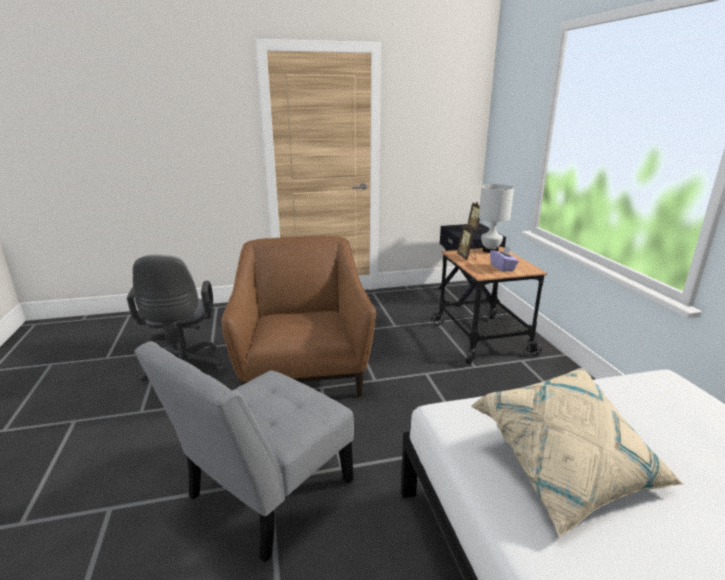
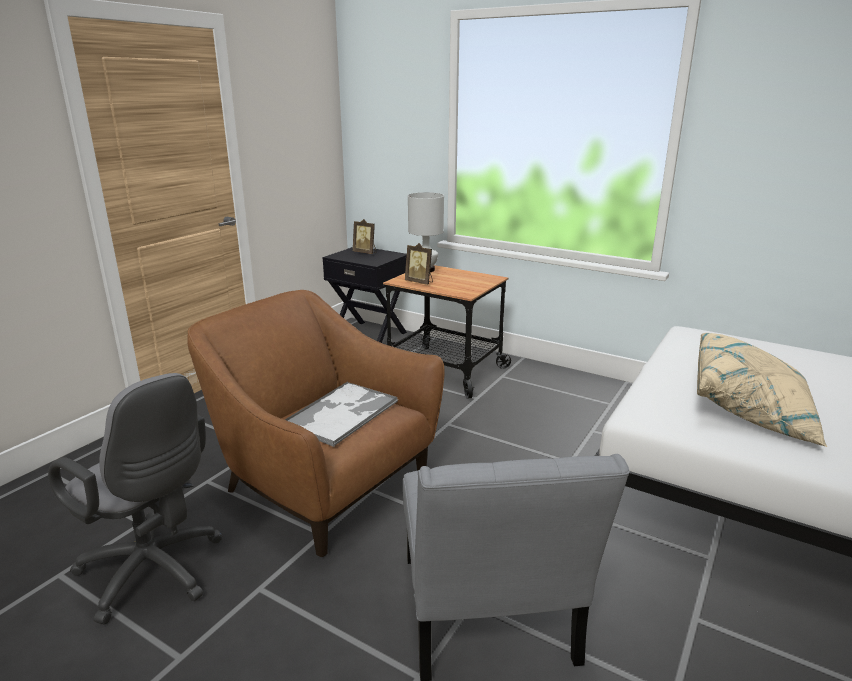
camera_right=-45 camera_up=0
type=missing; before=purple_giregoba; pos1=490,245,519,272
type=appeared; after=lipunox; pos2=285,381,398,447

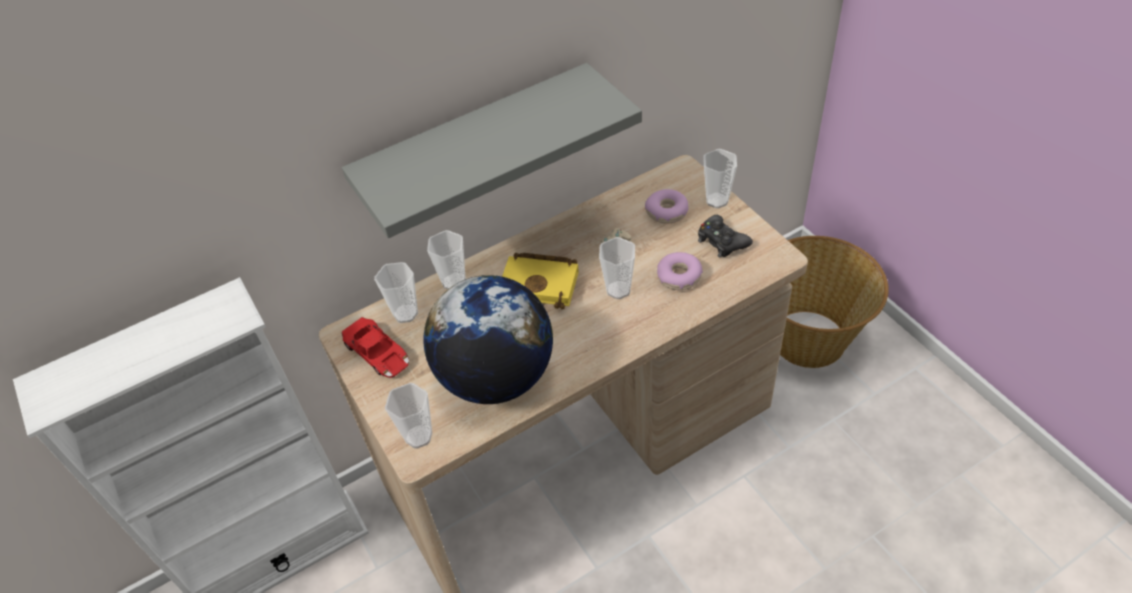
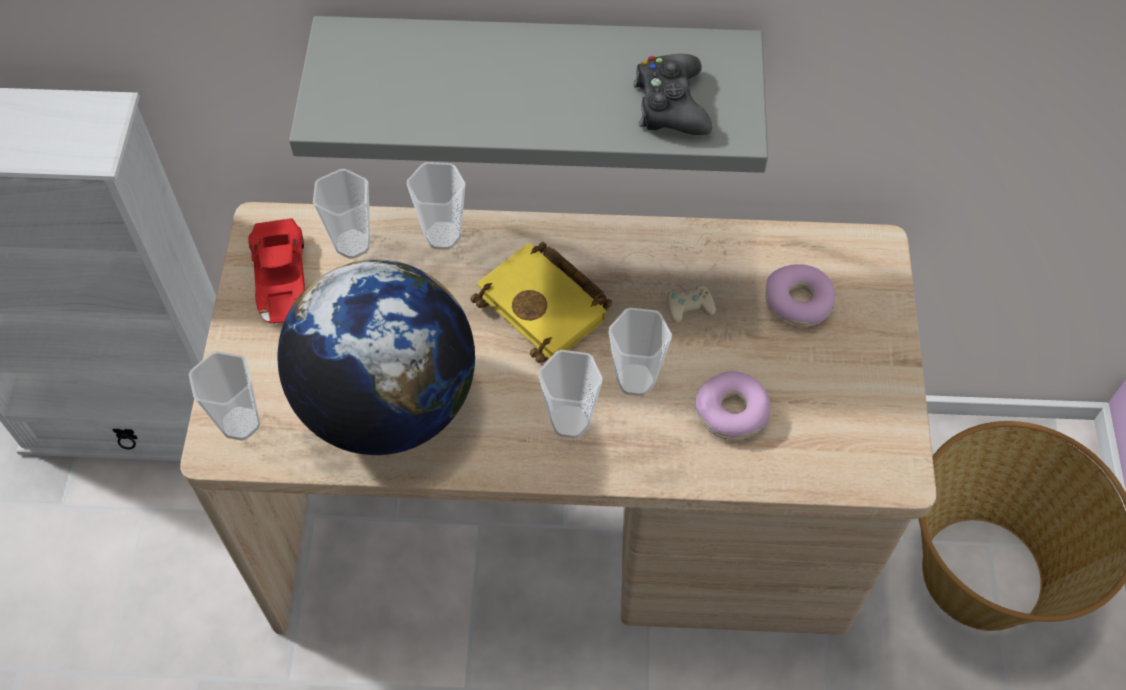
camera_right=30 camera_up=10
type=relocated; before=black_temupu; pos1=698,215,753,258; pos2=633,54,712,135
type=relocated; before=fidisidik; pos1=703,149,737,208; pos2=538,350,603,439

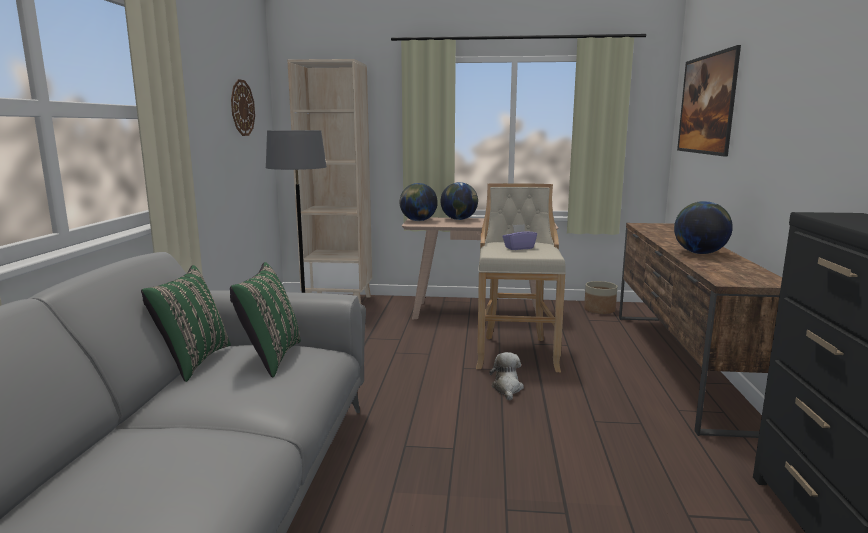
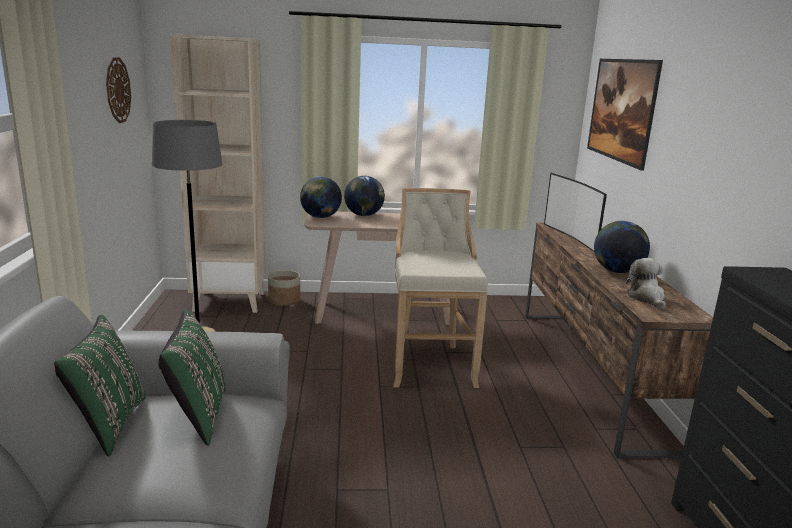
camera_right=-10 camera_up=5
type=relocated; before=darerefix; pos1=489,352,524,401; pos2=626,258,666,309
type=missing; before=purple_giregoba; pos1=503,224,537,250
type=relocated; before=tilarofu; pos1=584,281,617,314; pos2=268,270,300,306
type=appeared; after=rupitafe; pos2=544,173,607,252

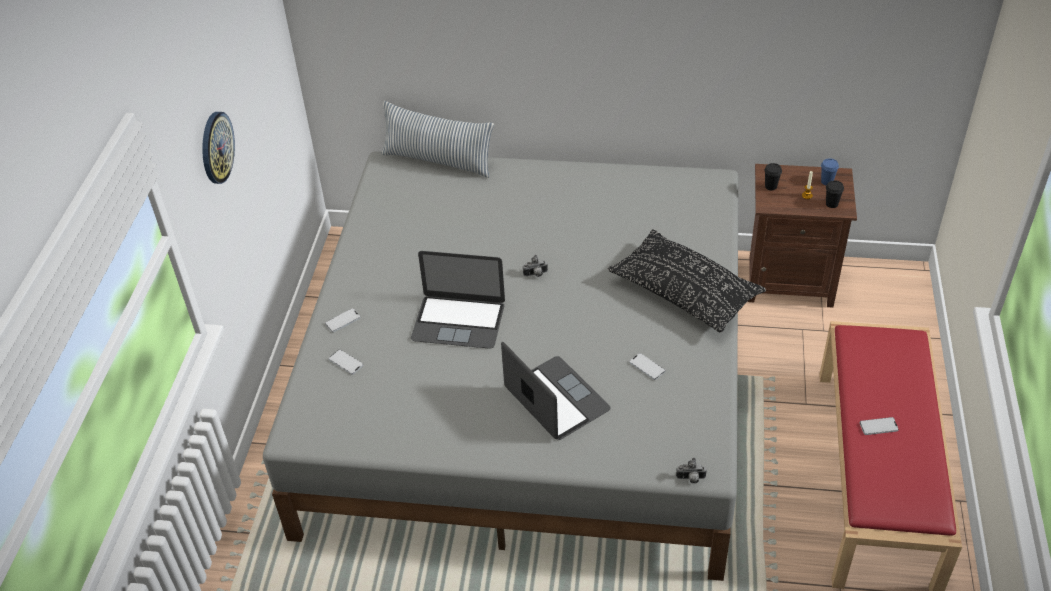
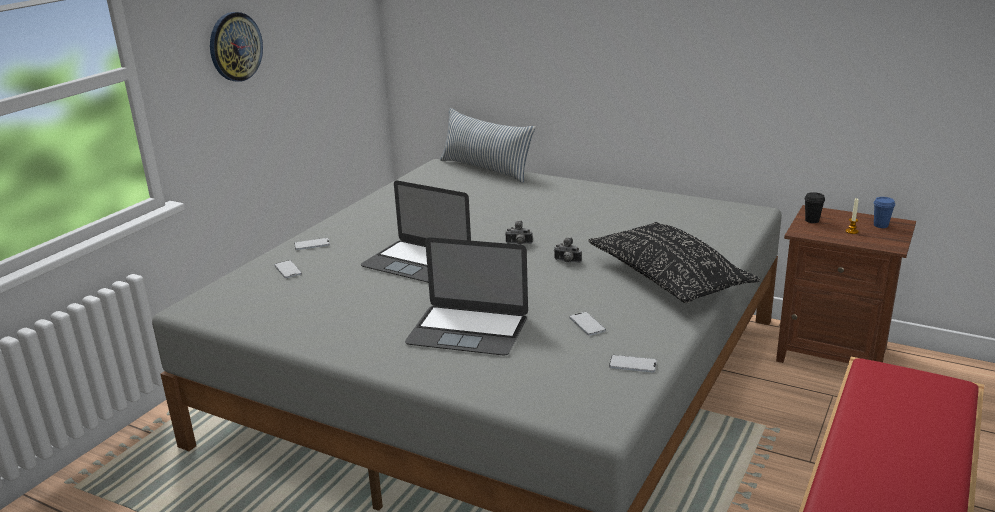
camera_right=20 camera_up=-20
type=spun; before=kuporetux; pos1=501,342,611,440; pos2=405,237,528,356; turn=120
type=relocated; before=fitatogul; pos1=676,458,707,484; pos2=554,238,582,263
type=missing; before=black_fidisidik; pos1=826,180,844,208
type=relocated; before=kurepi; pos1=860,417,899,435; pos2=609,355,657,372

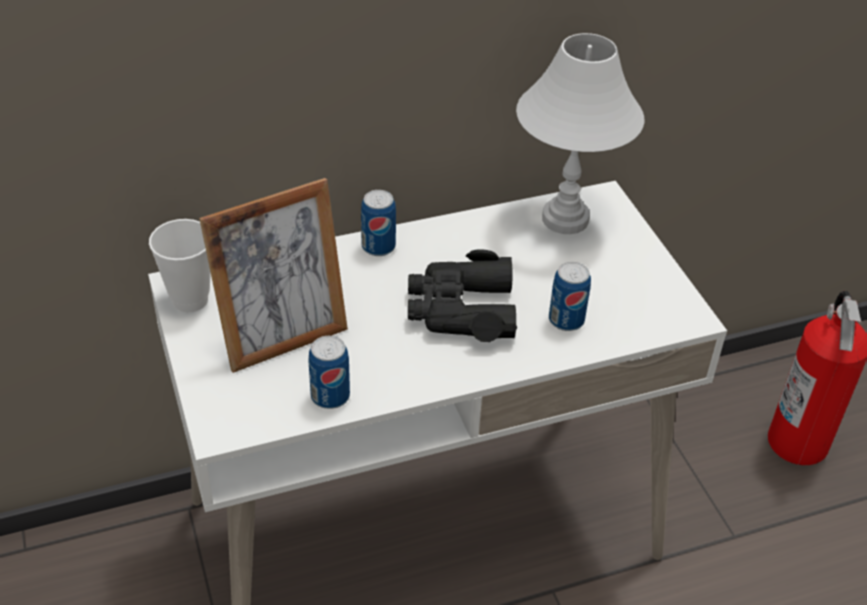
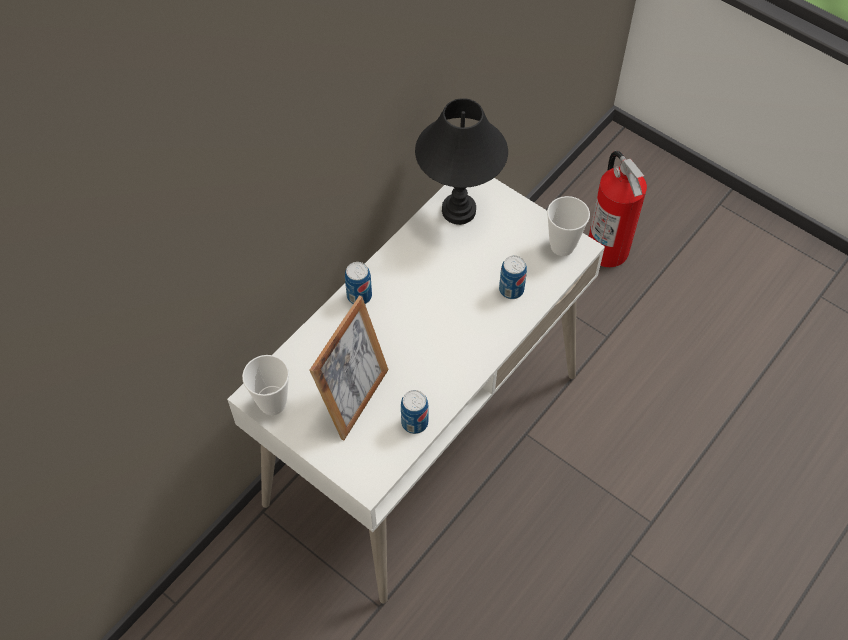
camera_right=-30 camera_up=15
type=missing; before=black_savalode; pos1=408,249,517,342
type=colour; before=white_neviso; after=black_neviso; pos1=516,33,644,234; pos2=415,98,508,225
type=appeared; after=fidisidik; pos2=547,196,590,256

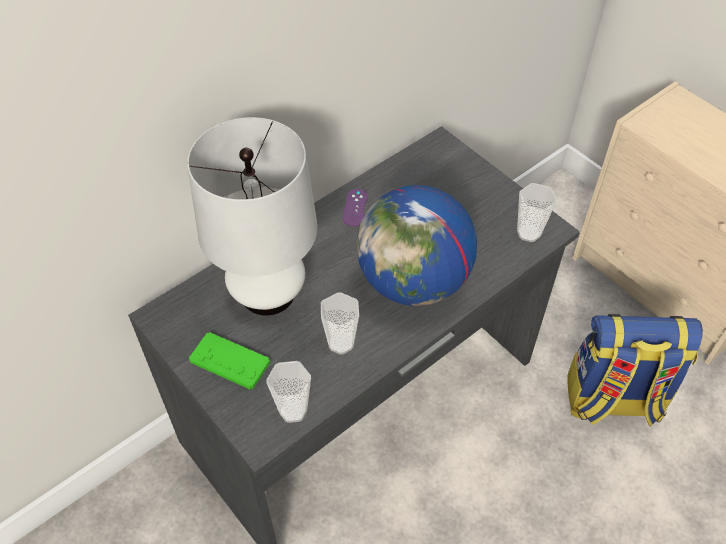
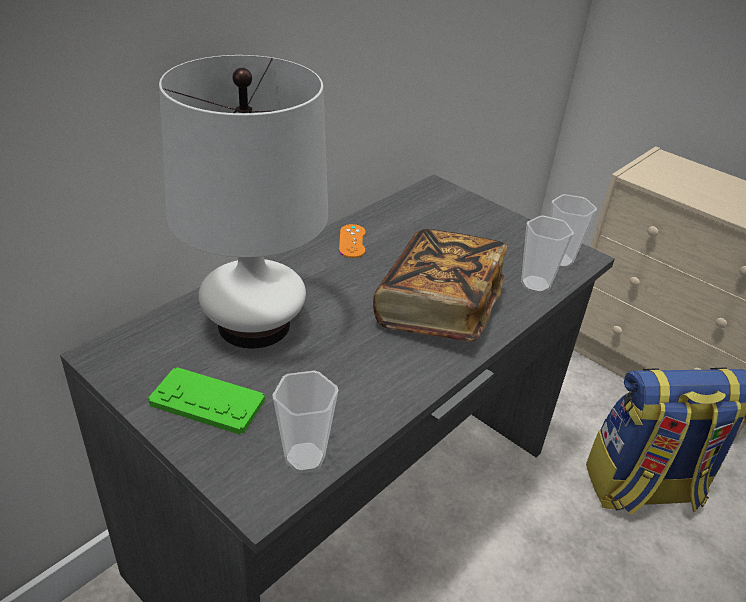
camera_right=-10 camera_up=-15
type=relocated; before=fidisidik; pos1=321,292,359,355; pos2=521,216,574,293
type=colour; before=purple_temupu; after=orange_temupu; pos1=343,189,368,226; pos2=339,224,366,258
type=exchanged; before=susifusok; after=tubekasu; pos1=356,185,477,306; pos2=373,229,507,342

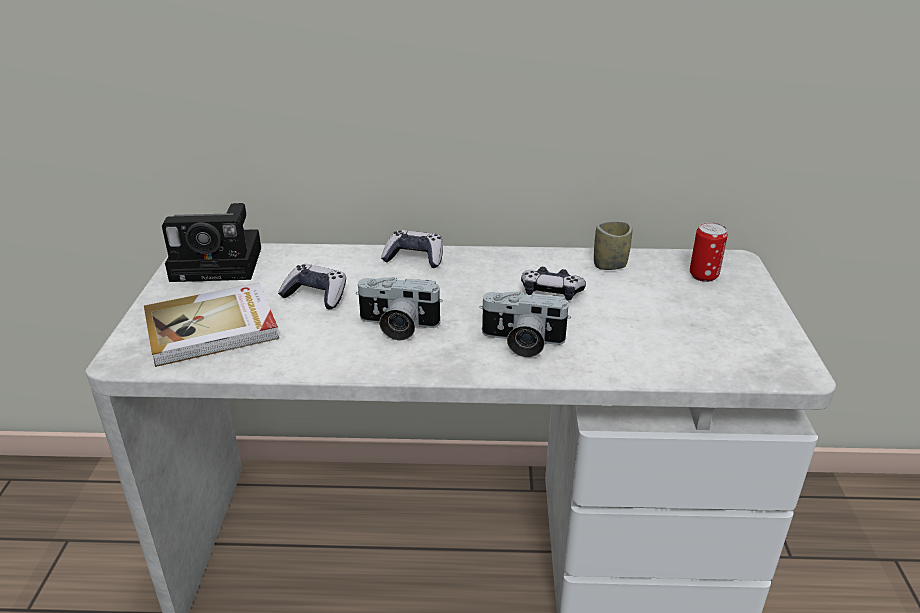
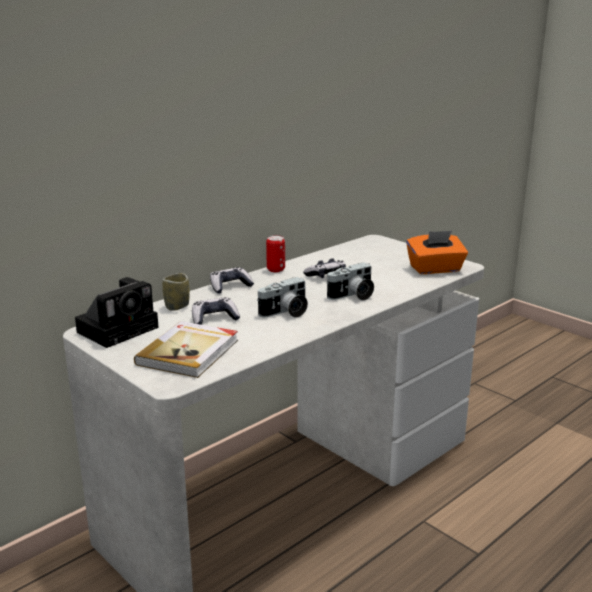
camera_right=-45 camera_up=-10
type=relocated; before=fidisidik; pos1=594,221,632,270; pos2=163,273,190,311
type=relocated; before=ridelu; pos1=690,222,728,282; pos2=266,235,285,272
type=appeared; after=orange_giregoba; pos2=406,231,468,274

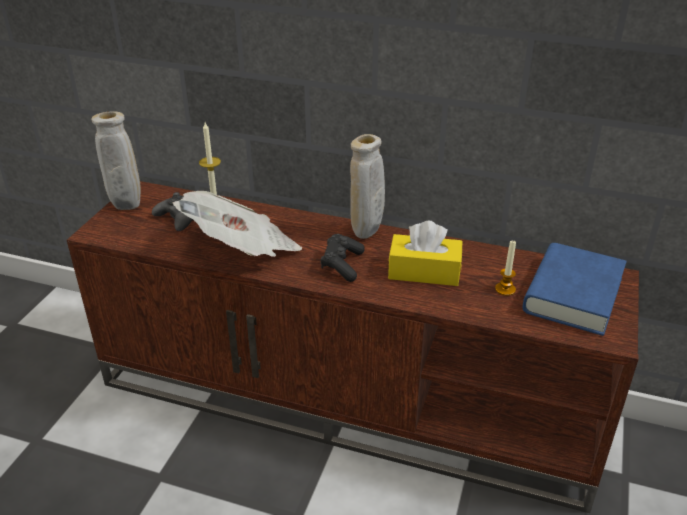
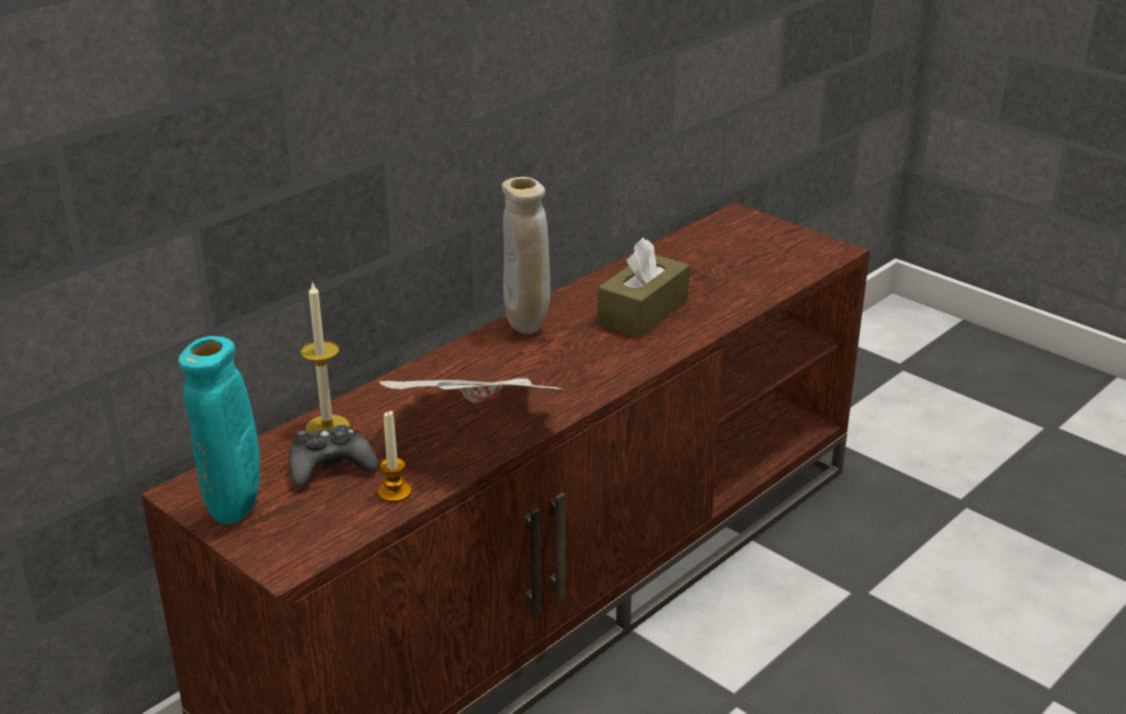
camera_right=-65 camera_up=-5
type=colour; before=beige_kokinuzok; after=turquoise_kokinuzok; pos1=91,111,141,210; pos2=179,336,260,524
type=missing; before=black_temupu; pos1=320,234,365,282
type=colour; before=yellow_giregoba; after=brown_giregoba; pos1=388,221,462,286; pos2=597,237,690,338
type=relocated; before=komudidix; pos1=495,241,516,296; pos2=378,411,411,502
type=missing; before=blue_tubekasu; pos1=523,243,627,336

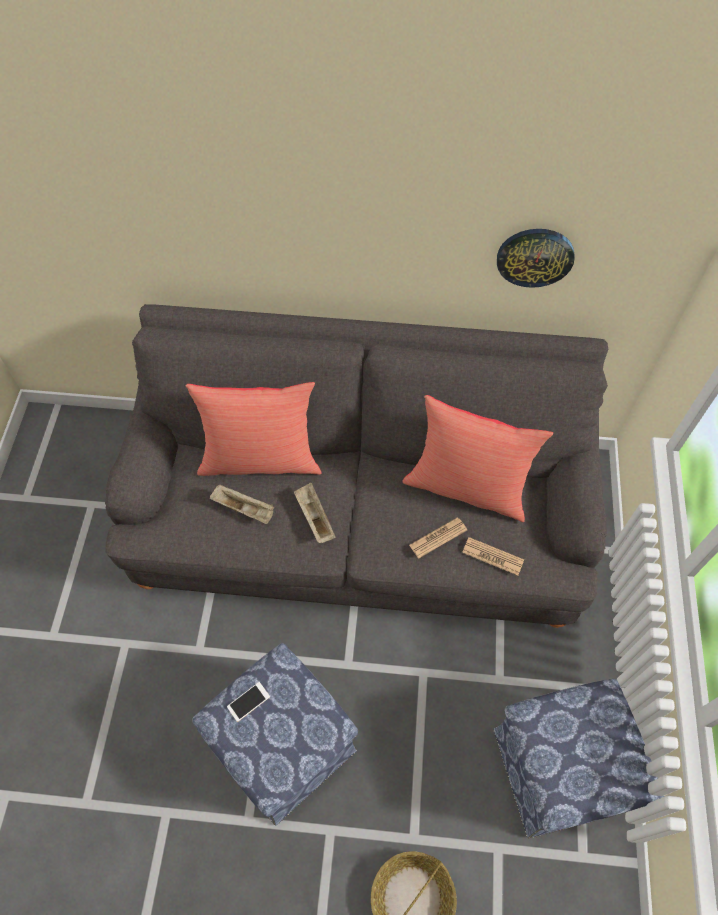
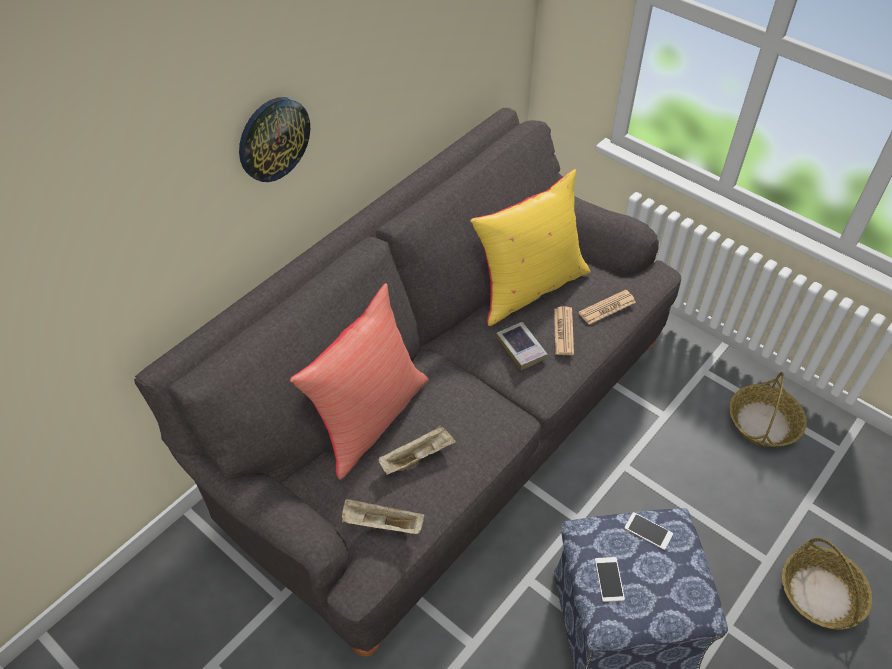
camera_right=-55 camera_up=-10
type=relocated; before=beige_lipunox; pos1=294,483,336,543; pos2=342,498,424,534
type=colour; before=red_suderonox; after=yellow_suderonox; pos1=402,395,553,522; pos2=470,169,591,326
type=exchanged; before=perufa; after=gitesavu; pos1=493,679,664,839; pos2=729,372,807,447
type=relocated; before=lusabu; pos1=497,229,575,288; pos2=239,97,310,182
type=appeared; after=tubekasu; pos2=496,322,548,370
type=appeared; after=kurepi; pos2=625,512,673,550

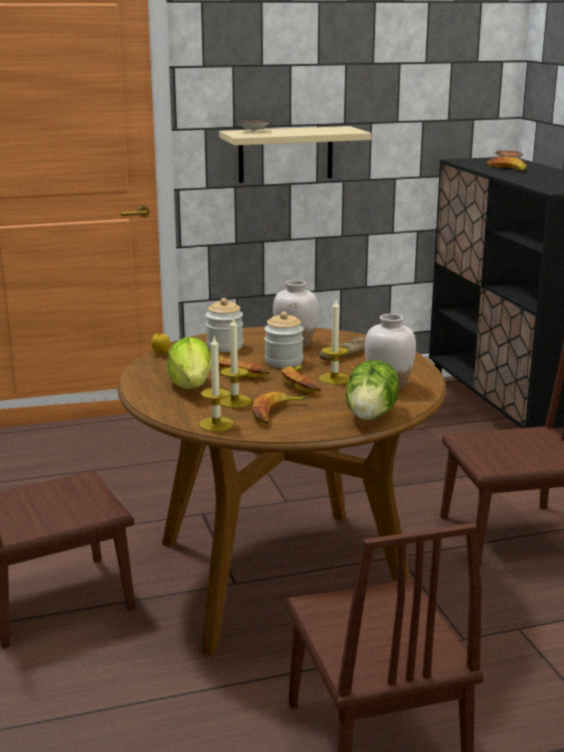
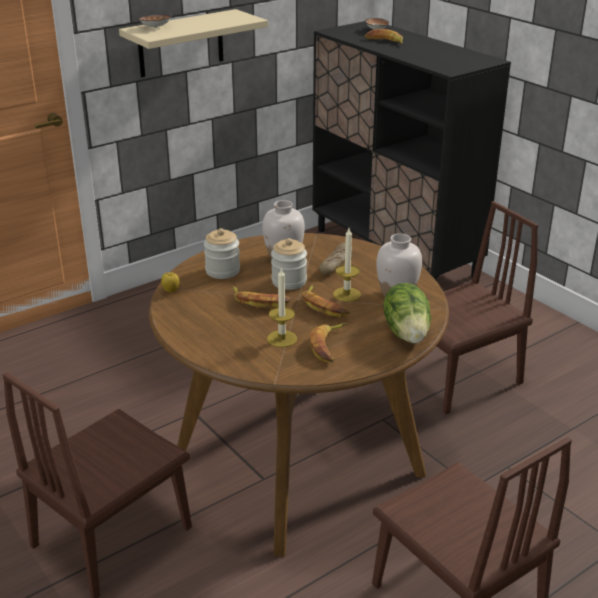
camera_right=-20 camera_up=10
type=missing; before=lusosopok; pos1=167,337,211,389
type=missing; before=komudidix; pos1=199,337,234,432

